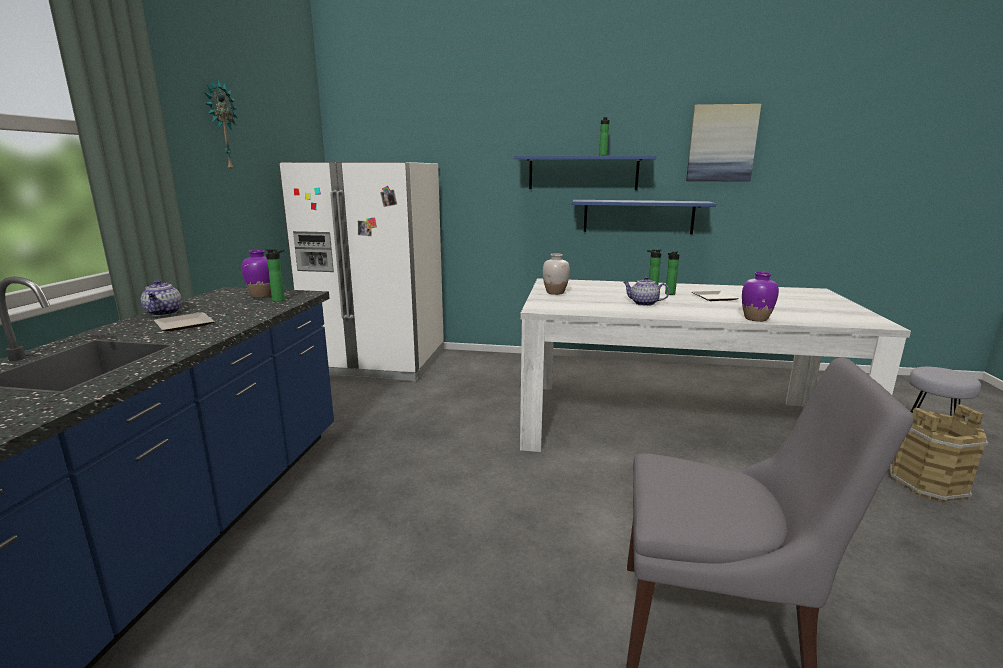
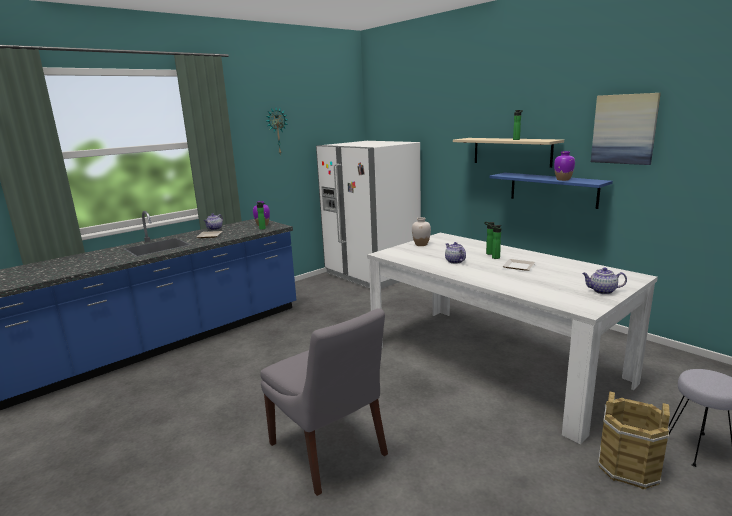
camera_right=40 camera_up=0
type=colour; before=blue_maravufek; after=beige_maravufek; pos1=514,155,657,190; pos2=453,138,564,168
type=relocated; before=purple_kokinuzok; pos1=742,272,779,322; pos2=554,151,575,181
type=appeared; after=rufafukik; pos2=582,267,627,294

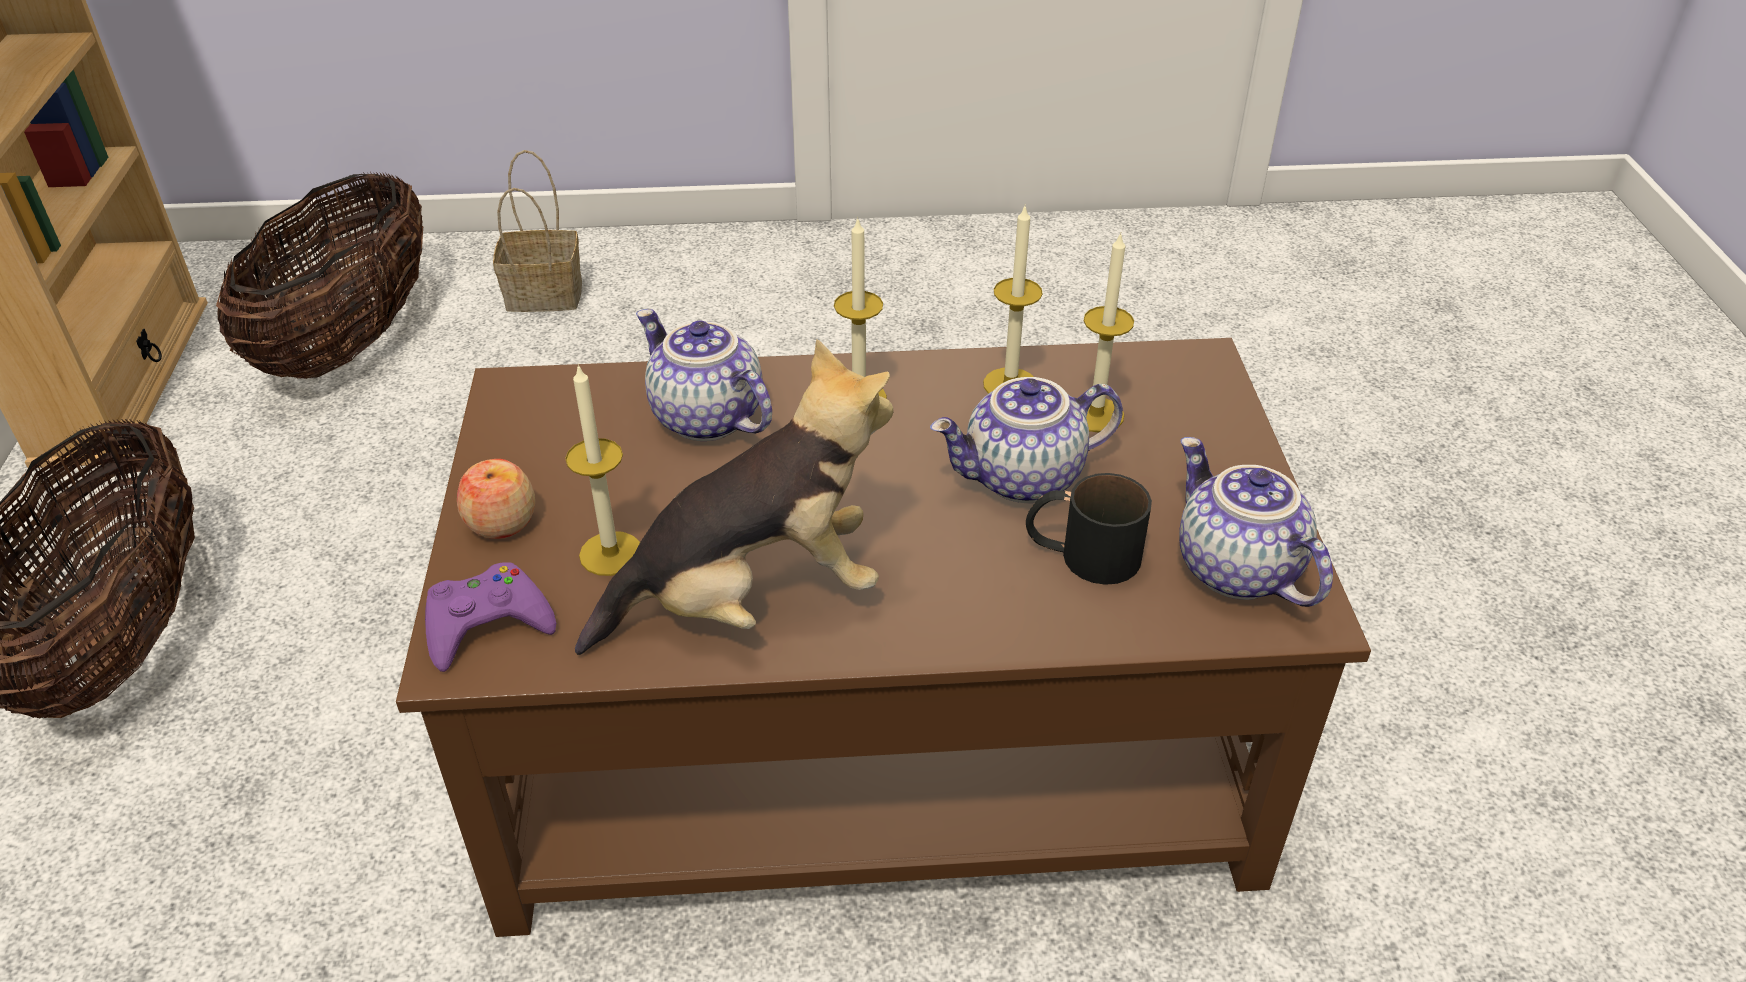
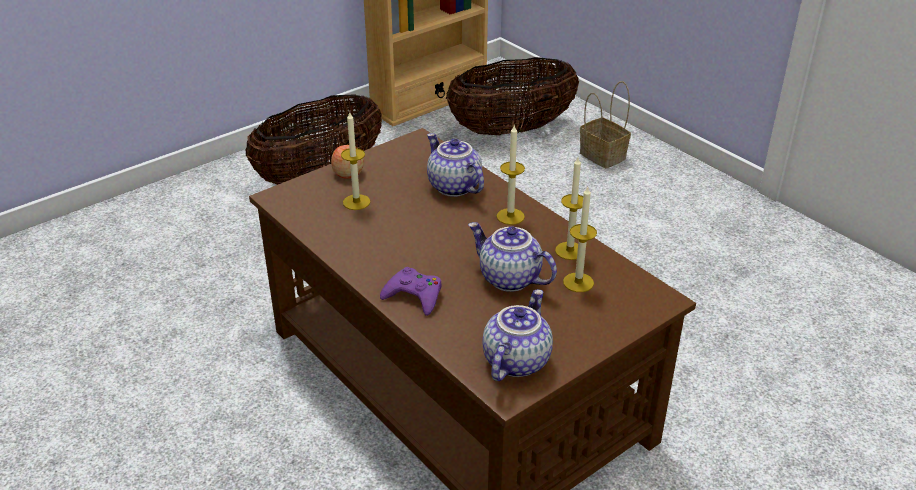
camera_right=55 camera_up=-5
type=relocated; before=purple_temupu; pos1=425,562,556,672; pos2=380,267,442,316
type=missing; before=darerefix; pos1=575,339,894,655
type=spun; before=rufafukik; pos1=636,309,772,441; pos2=427,133,484,197; turn=-45
type=missing; before=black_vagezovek; pos1=1026,473,1152,585

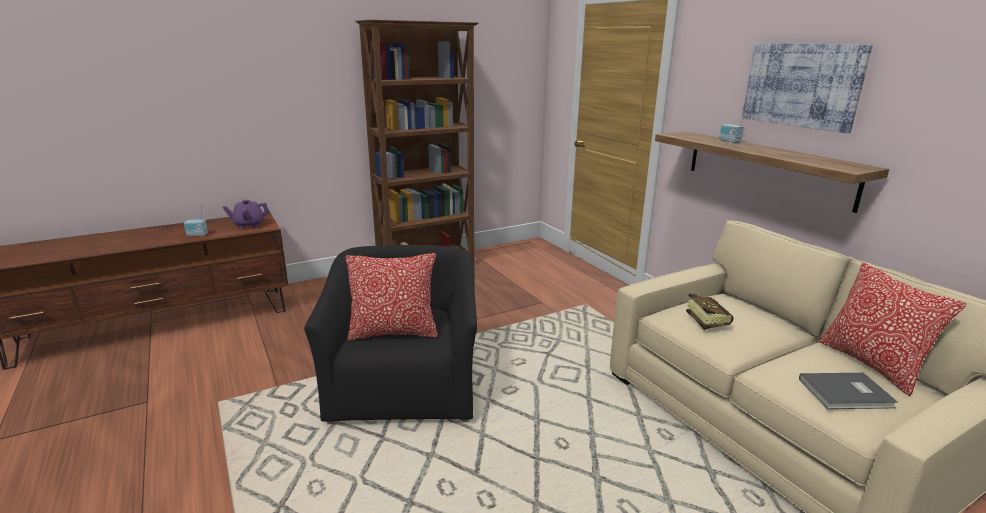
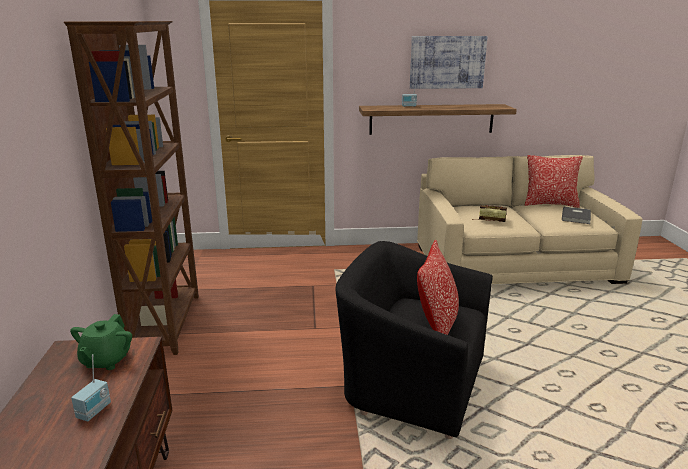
camera_right=-65 camera_up=0
type=colour; before=purple_rufafukik; after=green_rufafukik; pos1=223,200,270,229; pos2=70,314,132,370

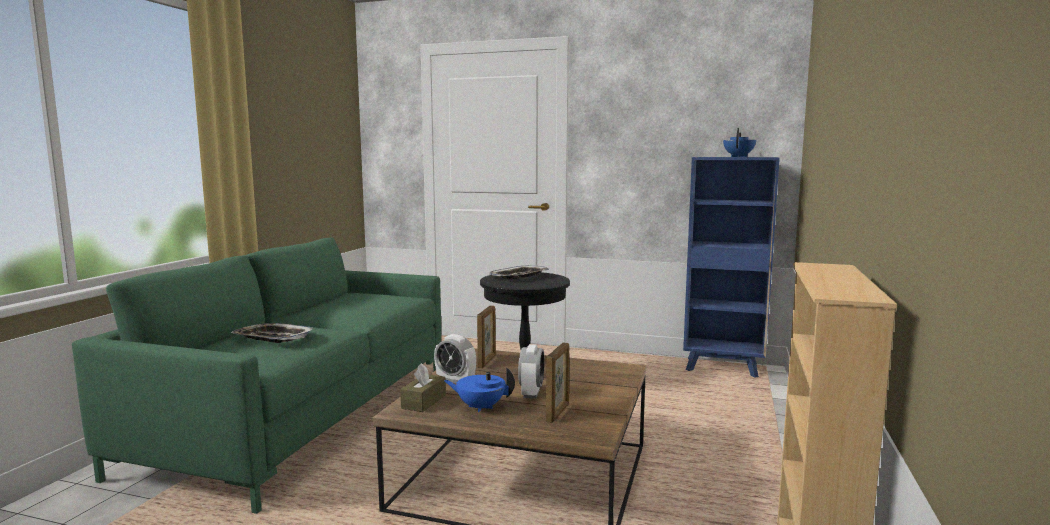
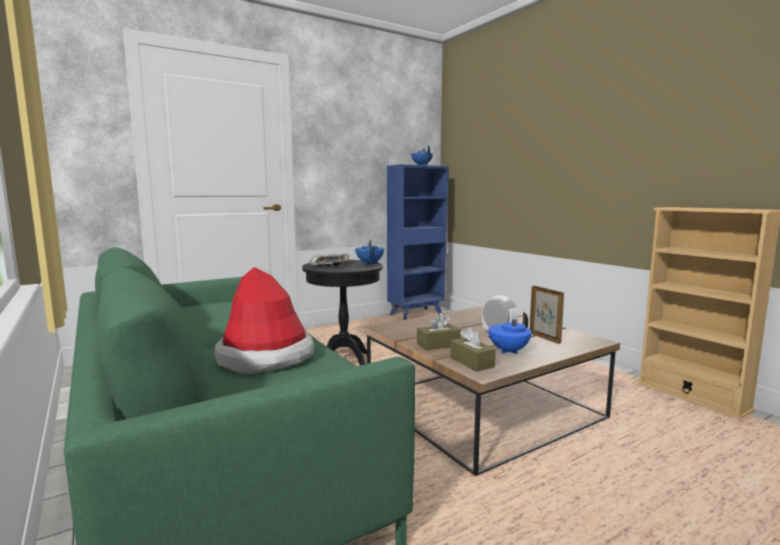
camera_right=-50 camera_up=0
type=exchanged; before=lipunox; after=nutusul; pos1=231,323,314,343; pos2=214,267,314,374
type=exchanged; before=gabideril; after=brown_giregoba; pos1=434,334,476,383; pos2=417,313,461,350
type=missing; before=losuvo; pos1=477,306,496,368
type=appeared; after=blue_rufafukik; pos2=355,240,384,265

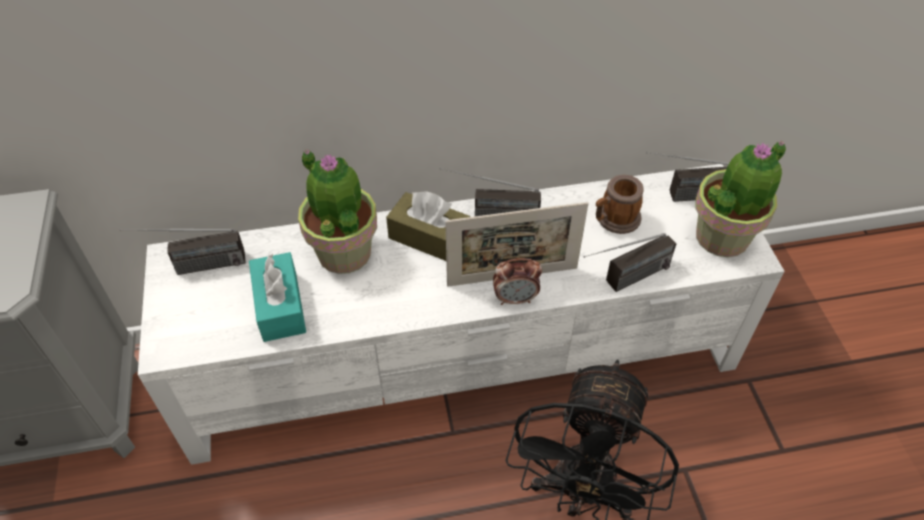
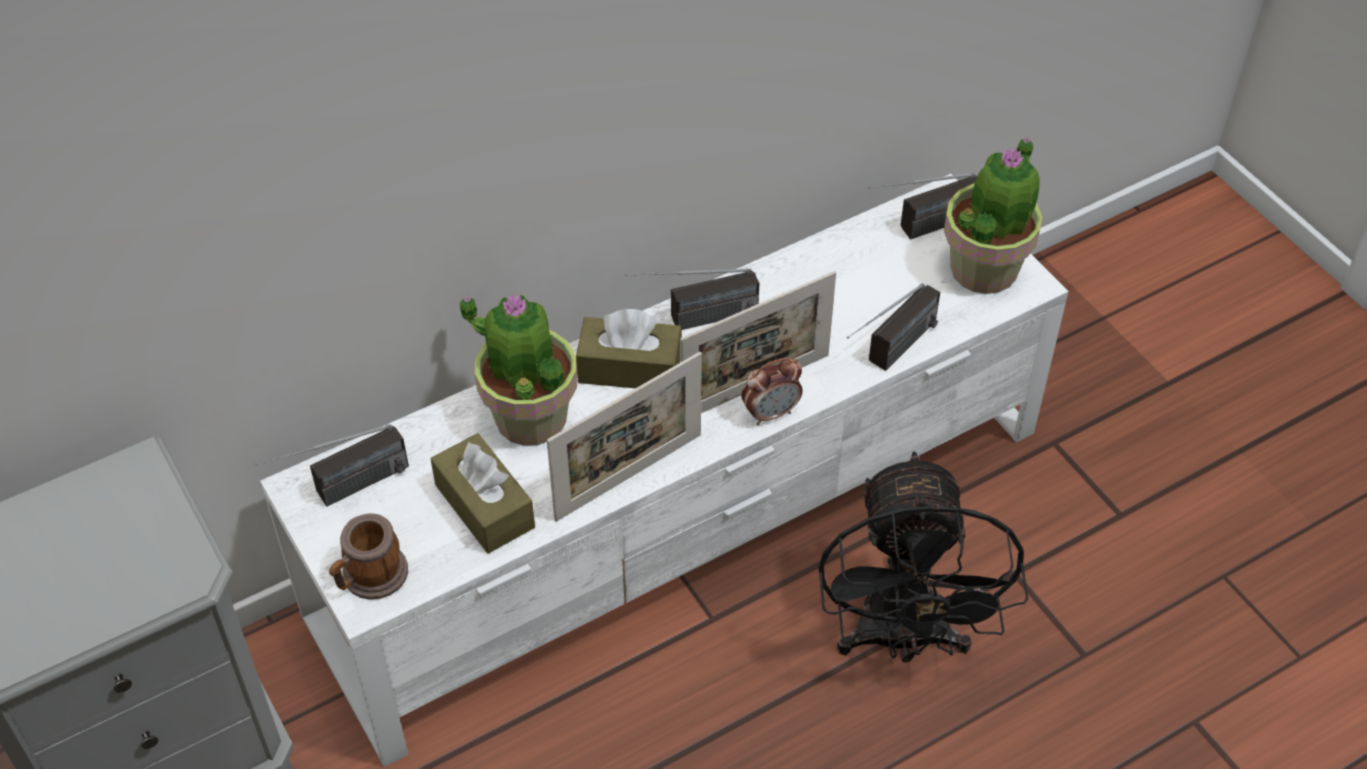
camera_right=-20 camera_up=0
type=colour; before=turquoise_giregoba; after=brown_giregoba; pos1=249,252,306,342; pos2=431,433,535,553
type=relocated; before=vagezovek; pos1=596,175,644,234; pos2=329,513,408,600
type=appeared; after=losuvo; pos2=547,352,702,522

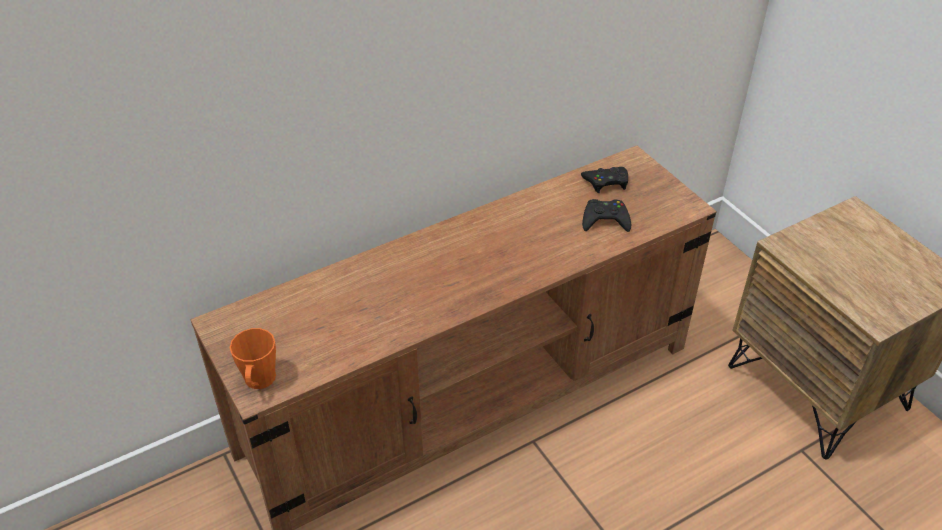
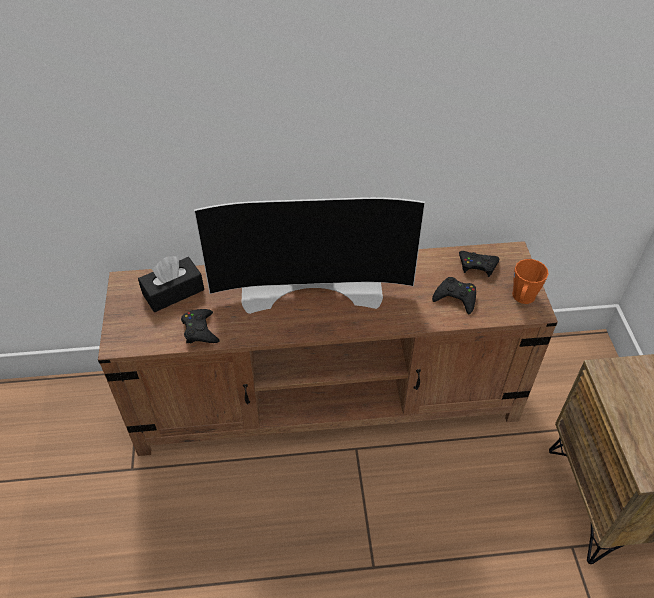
camera_right=25 camera_up=5
type=relocated; before=orange_vagezovek; pos1=230,328,276,389; pos2=512,259,549,304
type=appeared; after=black_giregoba; pos2=138,256,204,312
type=appeared; after=black_temupu; pos2=181,309,220,344
type=appeared; after=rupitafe; pos2=194,197,425,314

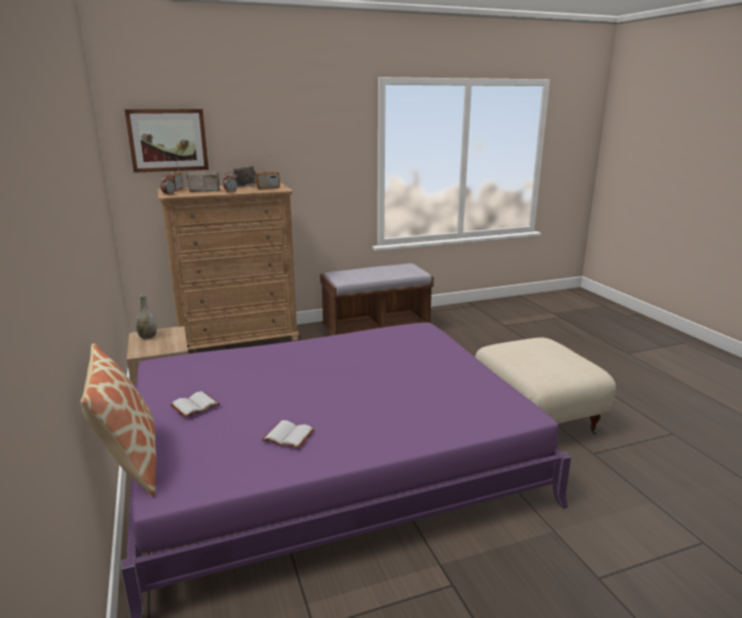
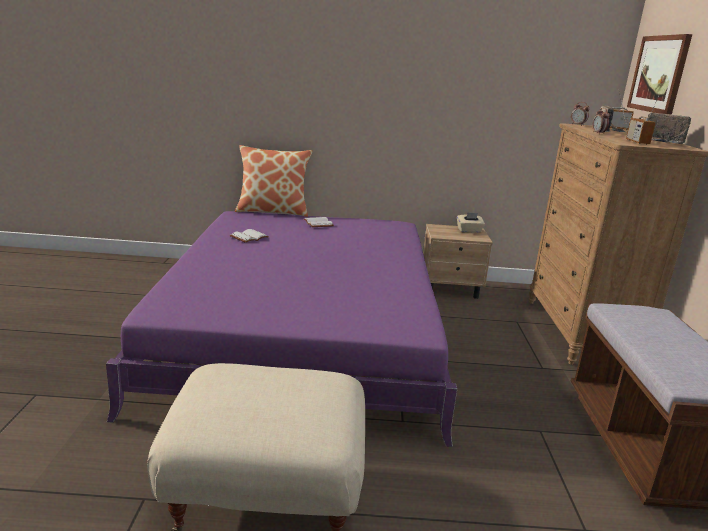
camera_right=110 camera_up=0
type=exchanged; before=grey_kokinuzok; after=beige_giregoba; pos1=136,295,157,339; pos2=457,212,485,233

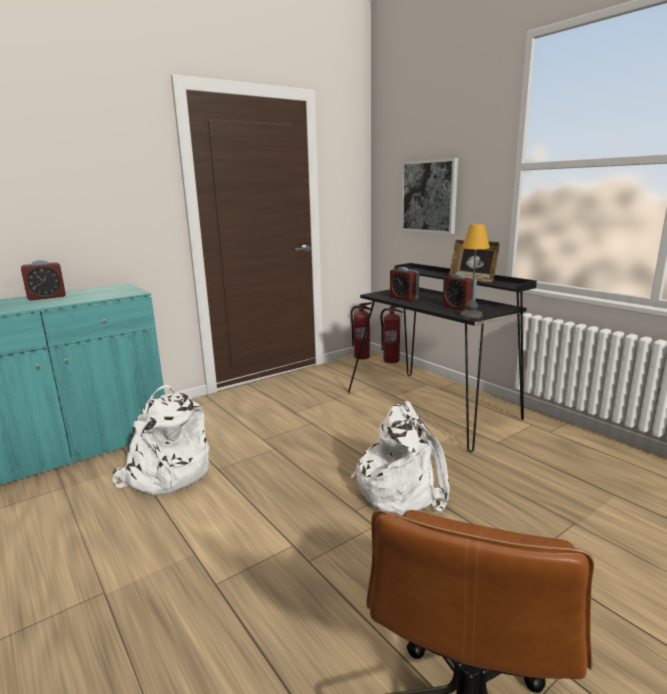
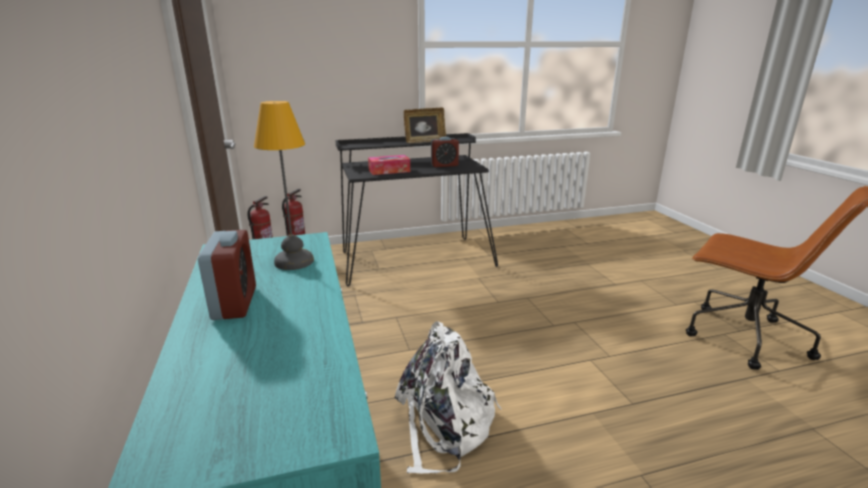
camera_right=-70 camera_up=5
type=missing; before=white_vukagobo; pos1=351,401,450,515
type=exchanged; before=gabideril; after=giregoba; pos1=390,267,419,301; pos2=368,155,410,175
type=missing; before=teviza; pos1=401,158,458,234
type=relocated; before=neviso; pos1=460,224,490,319; pos2=254,101,314,270

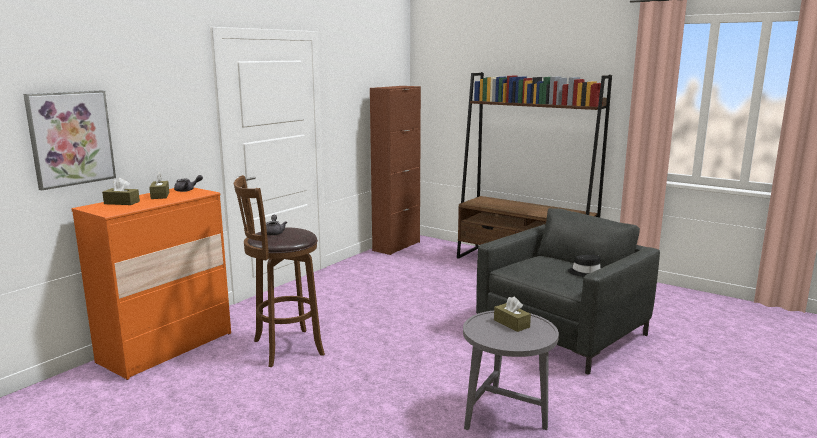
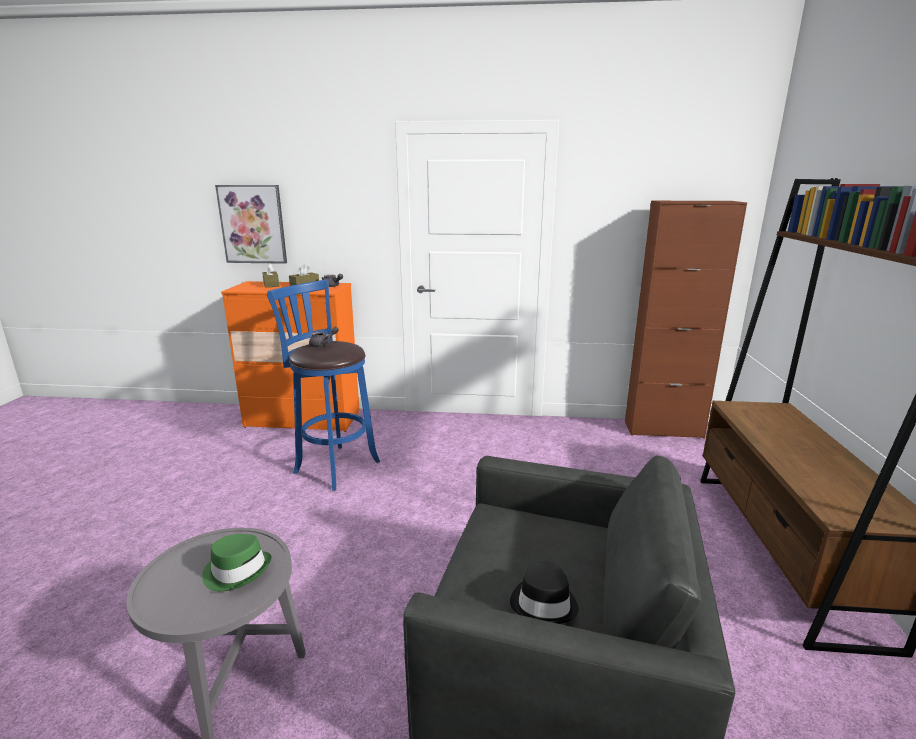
camera_right=60 camera_up=5
type=colour; before=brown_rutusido; after=blue_rutusido; pos1=234,175,325,367; pos2=267,279,380,491
type=exchanged; before=brown_giregoba; after=green_nutusul; pos1=494,296,531,332; pos2=202,534,272,591

